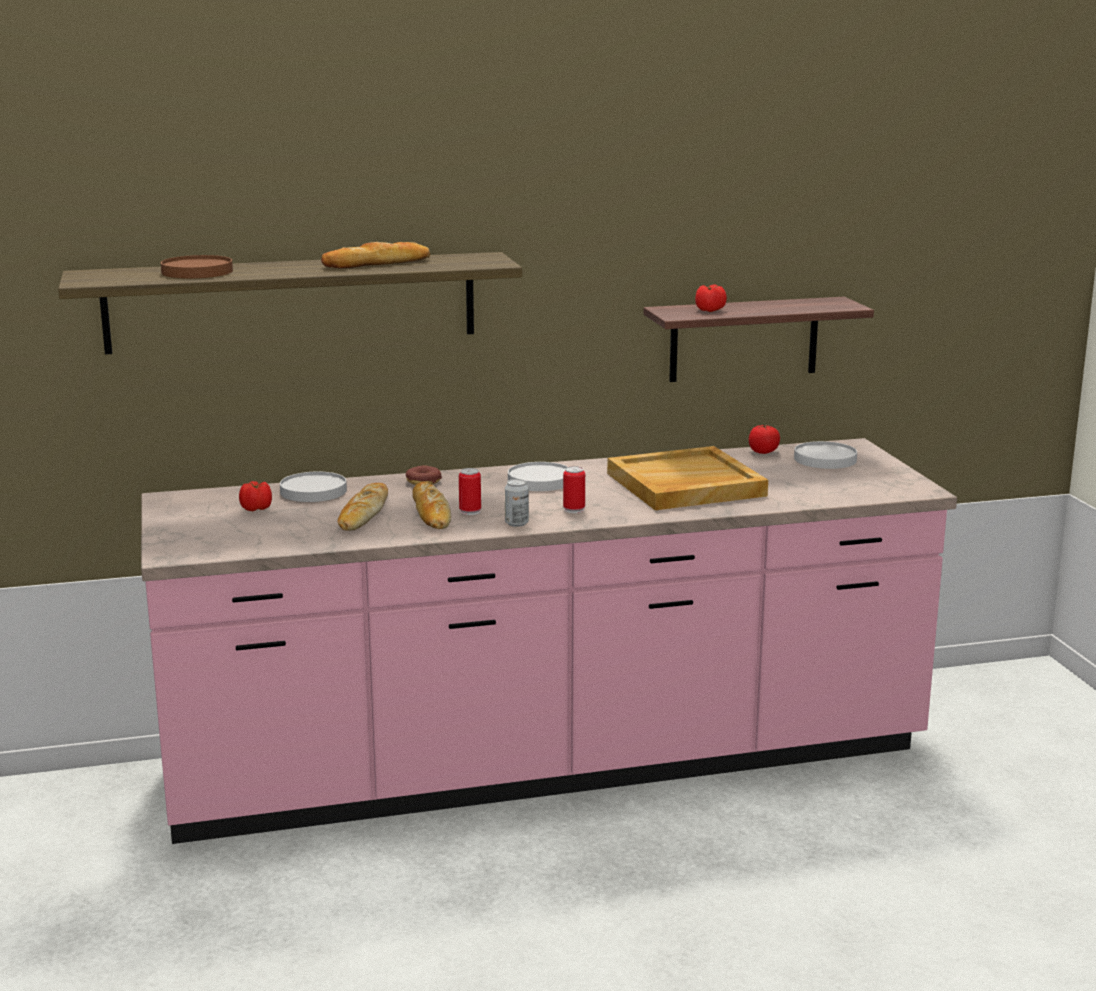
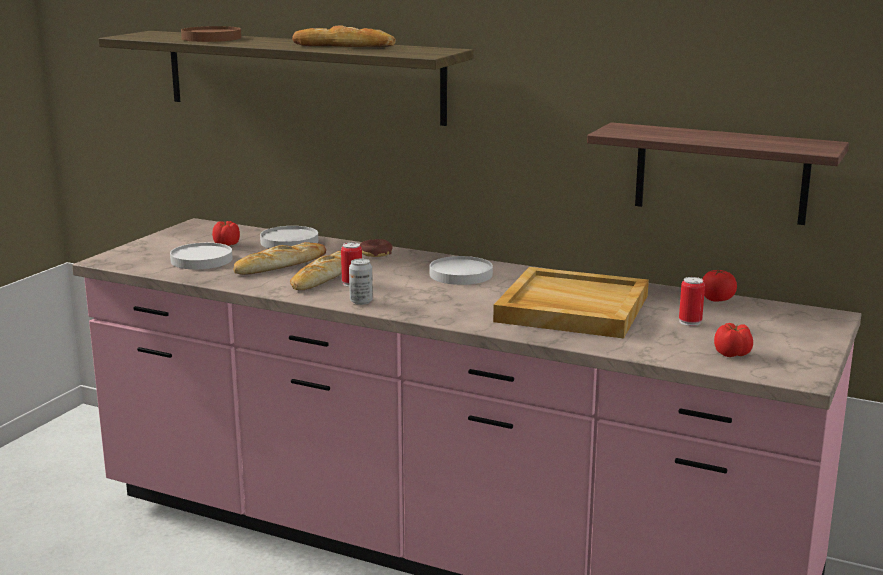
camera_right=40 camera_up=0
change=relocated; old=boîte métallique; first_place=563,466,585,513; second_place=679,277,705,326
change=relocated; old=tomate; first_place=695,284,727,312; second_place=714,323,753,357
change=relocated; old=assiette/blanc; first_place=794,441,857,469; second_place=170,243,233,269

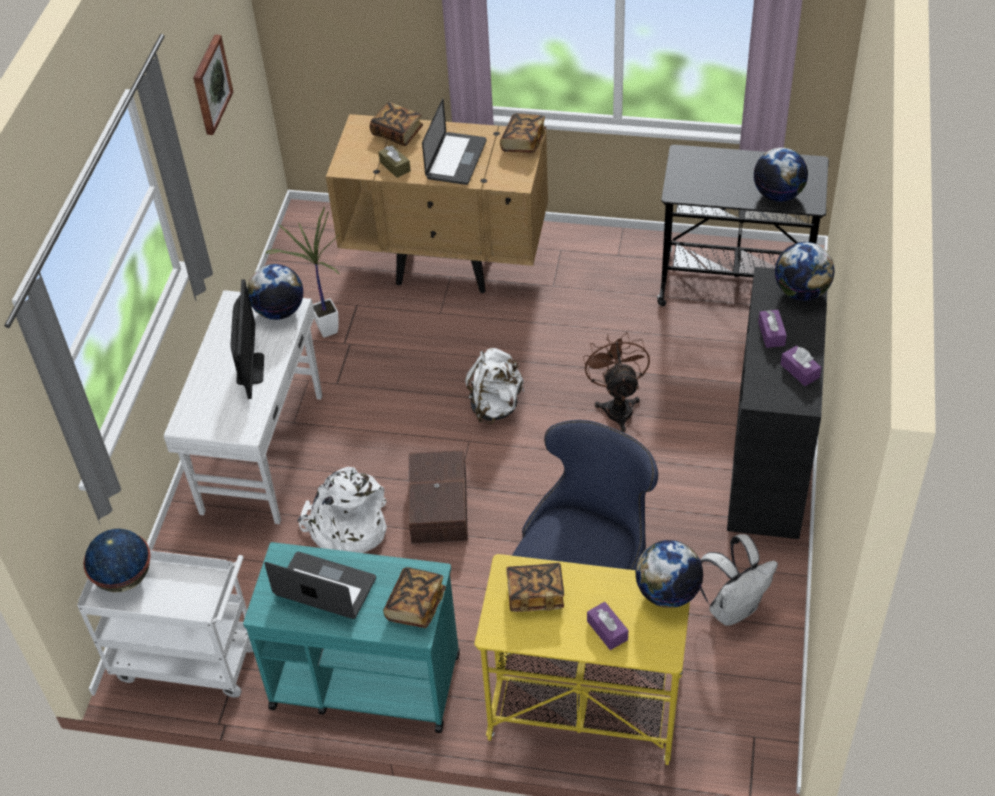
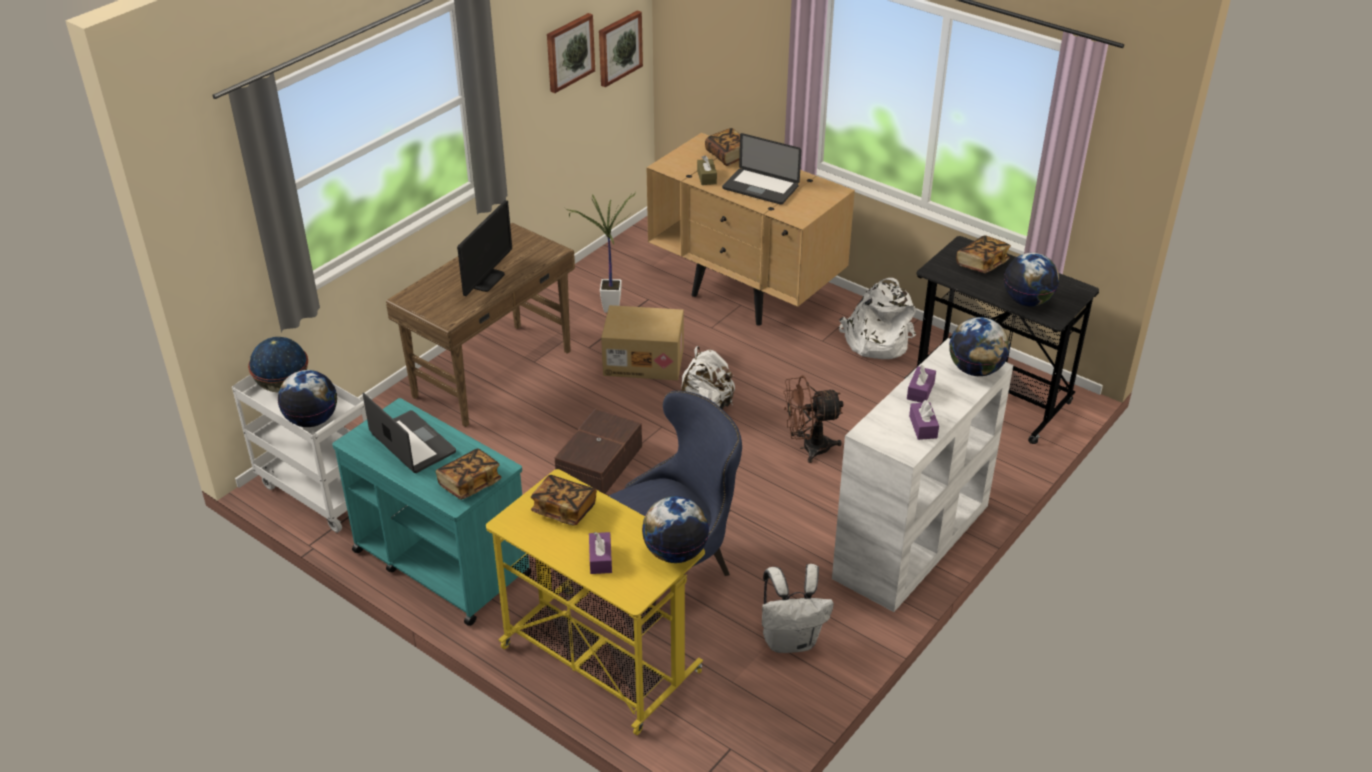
camera_right=25 camera_up=-10
change=colour; old=table console/blanc; new=table console/marron; first_place=164,290,322,524; second_place=386,223,575,427
change=relocated; old=globe; first_place=247,264,303,320; second_place=278,370,337,427
change=relocated; old=sac à dos/blanc; first_place=298,467,387,553; second_place=839,278,916,359
change=spun; old=ordinateur portable; first_place=422,98,487,185; second_place=722,133,801,205; degrees=75
change=relocated; old=livre; first_place=500,113,546,153; second_place=956,235,1011,273
change=spun; old=ventilateur/marron; first_place=583,332,650,432; second_place=784,375,843,463; degrees=-120
change=colour; old=bibliothèque/noir; new=bibliothèque/blanc; first_place=727,267,827,539; second_place=832,338,1013,612
change=appeared; new=tableau; second_place=599,10,643,87
change=appeared; new=carton; second_place=601,305,684,380

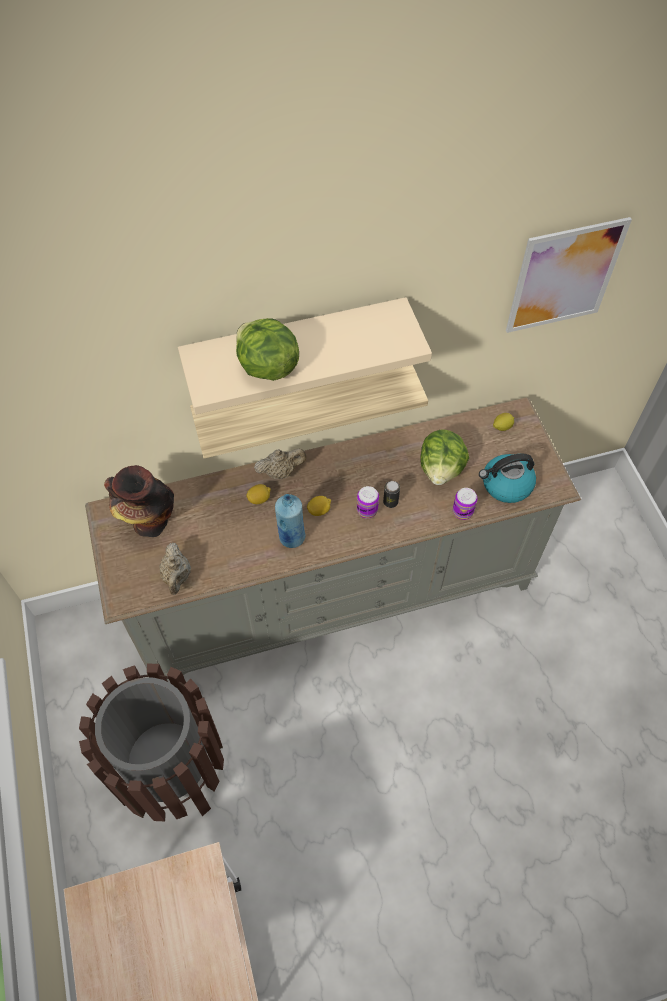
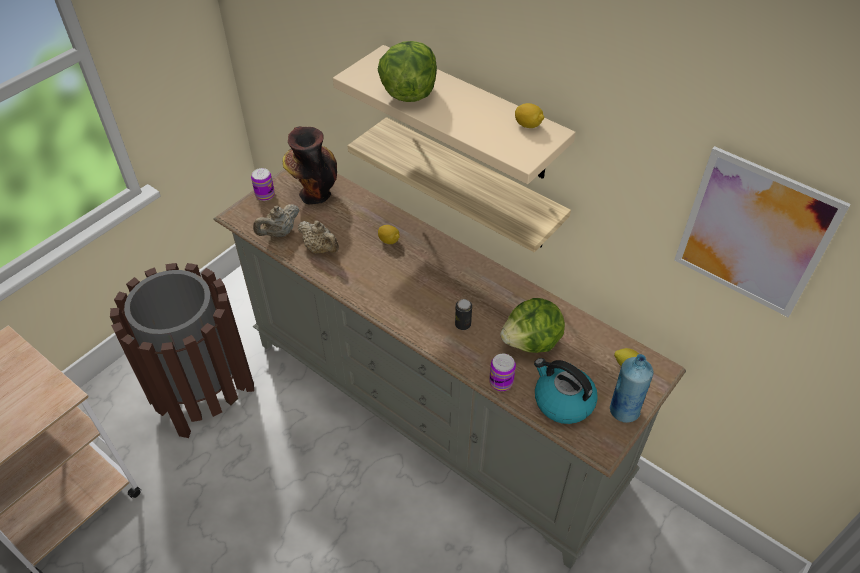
camera_right=55 camera_up=-10
change=relocated; old=théière/beige; first_place=254,448,306,479; second_place=298,220,339,253
change=relocated; old=bouteille/bleu; first_place=275,494,305,548; second_place=610,354,653,423
change=relocated; old=citron; first_place=307,496,331,516; second_place=515,103,545,128
change=relocated; old=boîte métallique; first_place=357,486,379,518; second_place=251,168,275,201

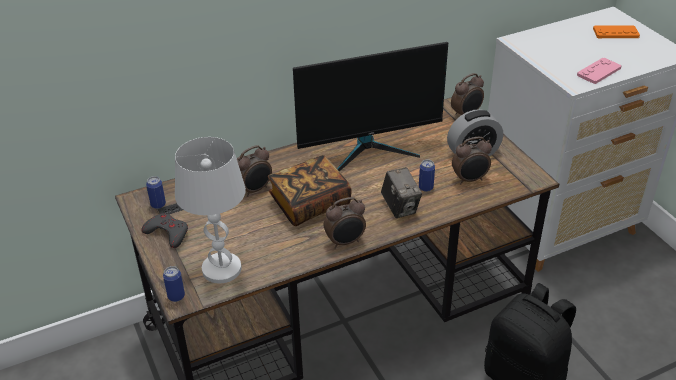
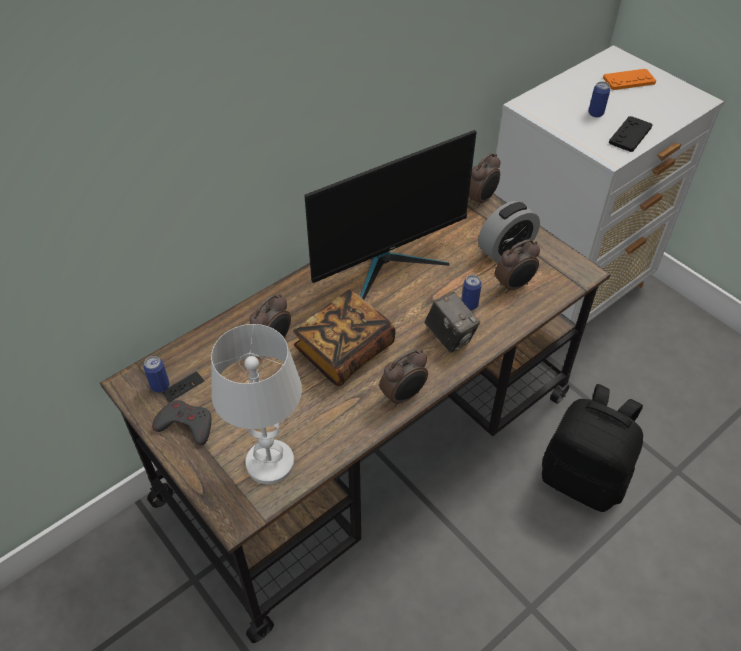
camera_right=-15 camera_up=10
change=relocated; old=boîte métallique; first_place=163,266,185,302; second_place=588,81,610,117
change=colour; old=manette/rose; new=manette/noir; first_place=577,58,621,84; second_place=609,116,652,152

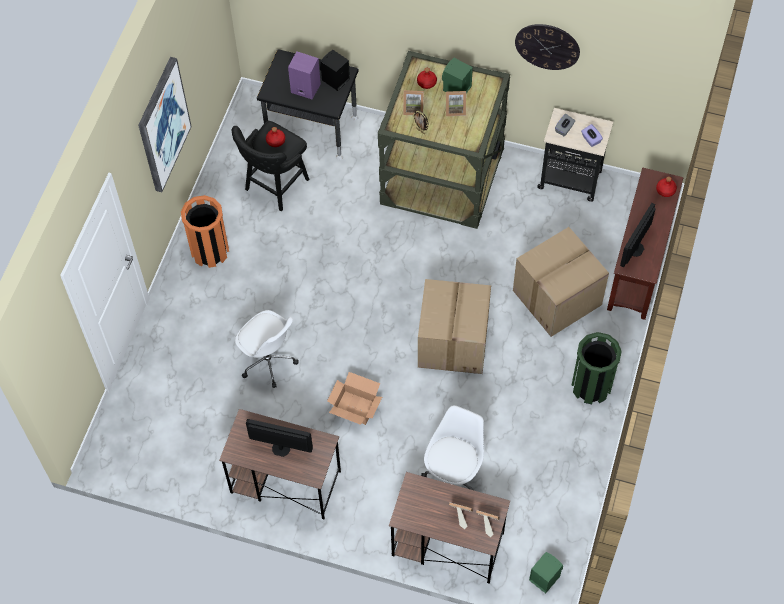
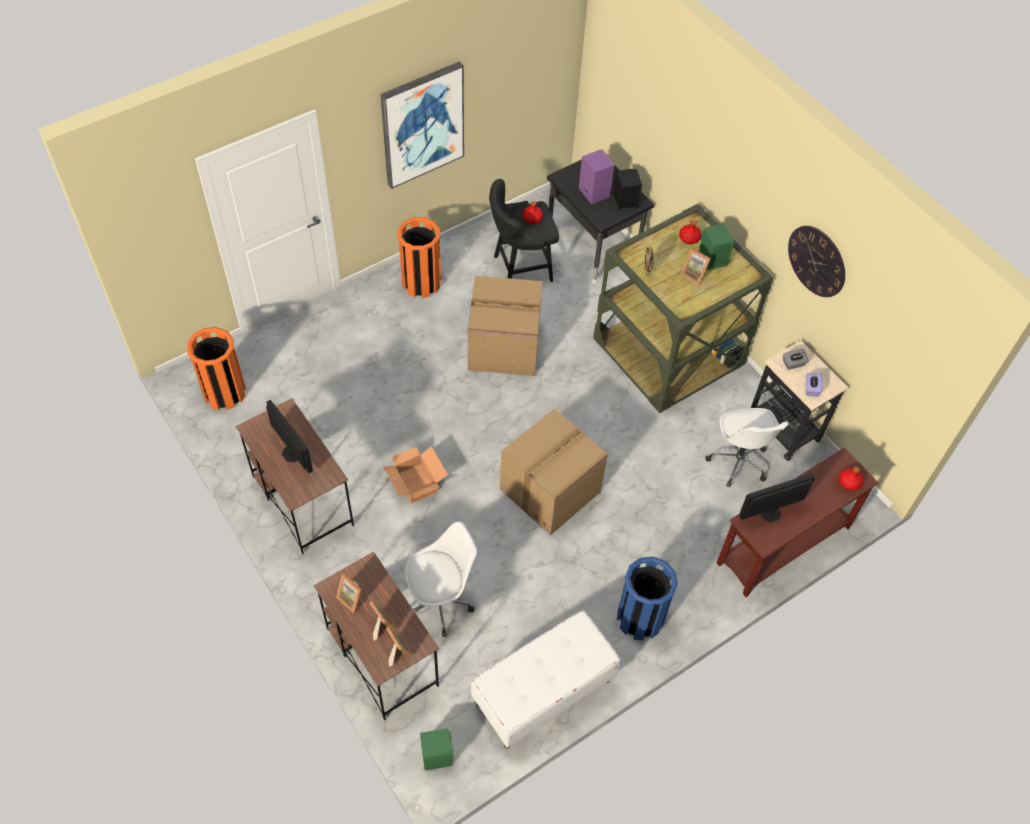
camera_right=35 camera_up=-5
change=relocated; old=chaise de bureau/blanc; first_place=235,310,299,388; second_place=705,408,789,487
change=relocated; old=cadre photo; first_place=403,90,424,115; second_place=336,573,362,613
change=relocated; old=carton; first_place=513,227,609,337; second_place=468,276,543,376
change=colour; old=poubelle/vert; new=poubelle/bleu; first_place=571,332,622,404; second_place=617,557,678,641
change=appeared; new=poubelle/orange; second_place=187,327,246,410
change=appeared; new=banc/blanc; second_place=471,610,621,749

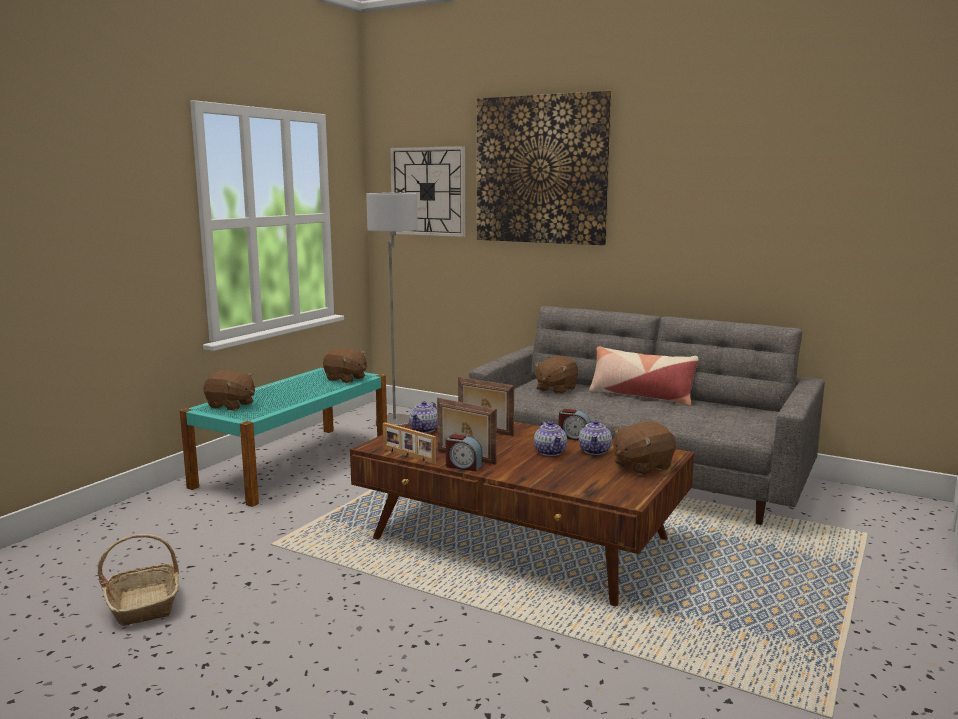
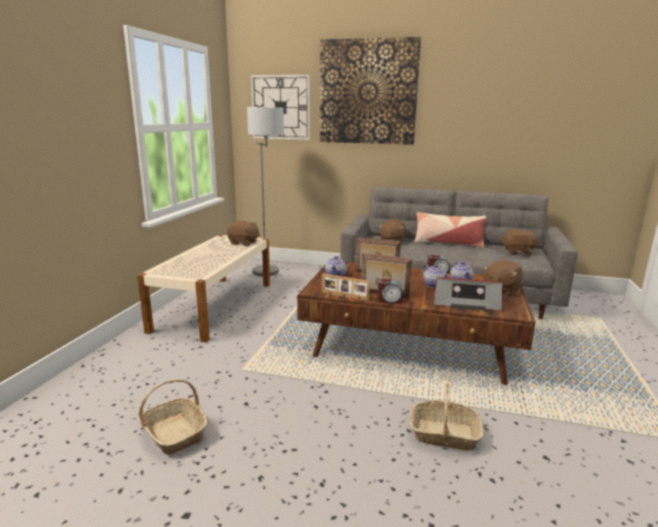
camera_right=-15 camera_up=5
change=colour; old=banc/turquoise; new=banc/beige; first_place=180,367,387,507; second_place=137,235,270,342
change=relocated; old=peluche/marron; first_place=203,370,255,410; second_place=502,229,539,256
change=appeared; new=panier; second_place=410,379,483,451
change=appeared; new=radio; second_place=433,277,503,311

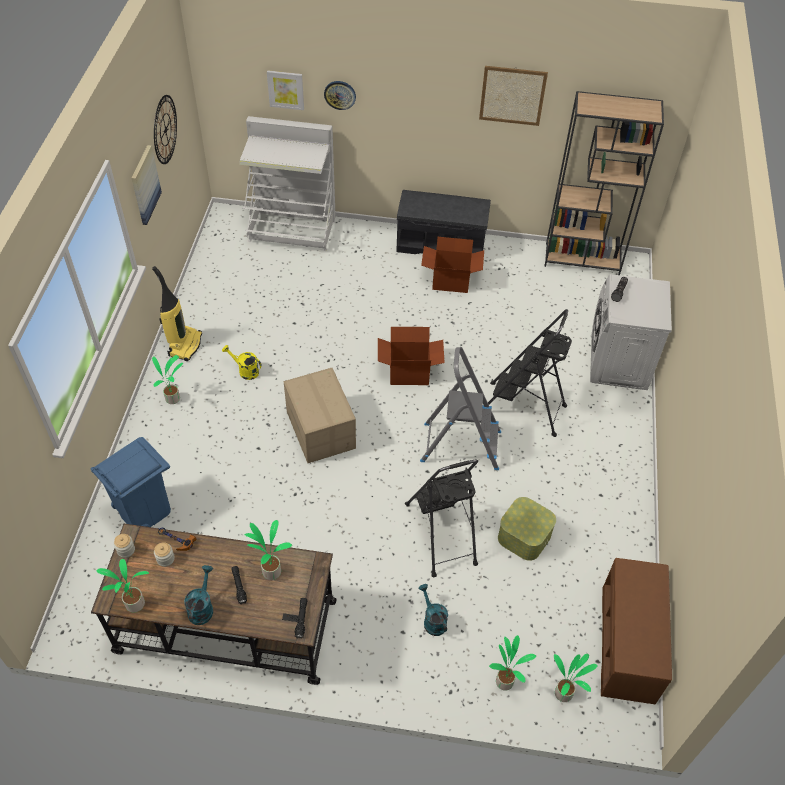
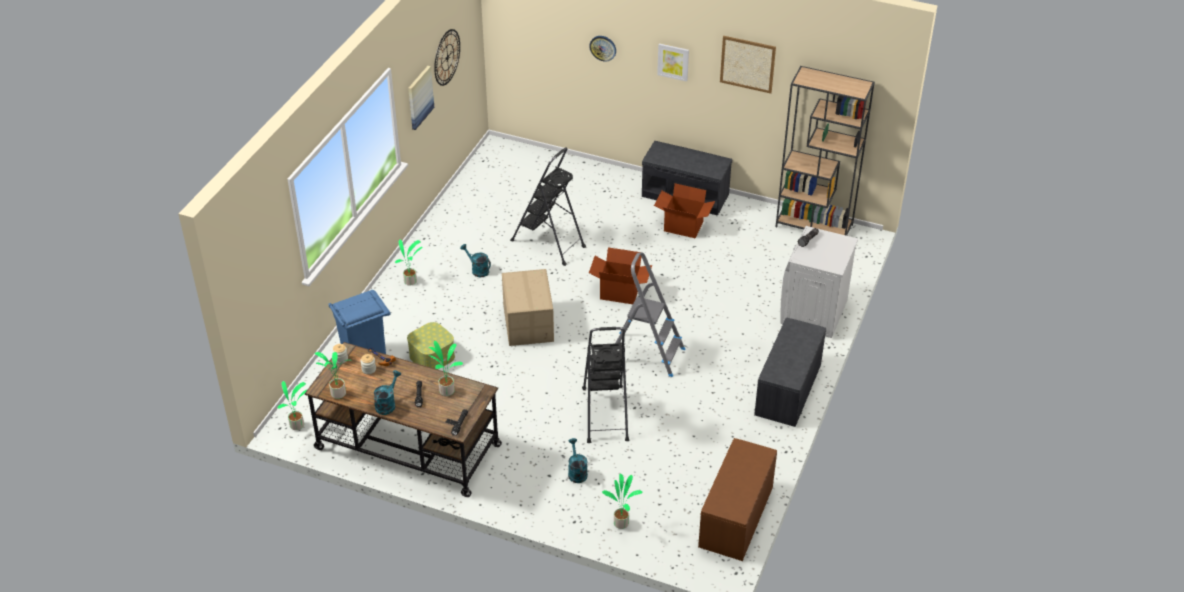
camera_right=15 camera_up=-10
change=missing; old=aspirateur; first_place=152,266,202,361
change=colour; old=arrosoir/jaune; new=arrosoir/turquoise; first_place=222,345,262,380; second_place=460,244,491,277
change=missing; old=étagère à chaussures/blanc; first_place=240,116,336,251
change=relocated; old=tableau; first_place=267,70,304,110; second_place=657,43,689,82
change=relocated; old=escabeau; first_place=488,309,572,437; second_place=510,147,586,266
change=relocated; old=boîte de rangement; first_place=498,497,556,561; second_place=407,322,455,370
change=relocated; old=plante en pot; first_place=554,654,598,702; second_place=277,381,307,430
change=appeared; new=banc/gris; second_place=754,318,826,427

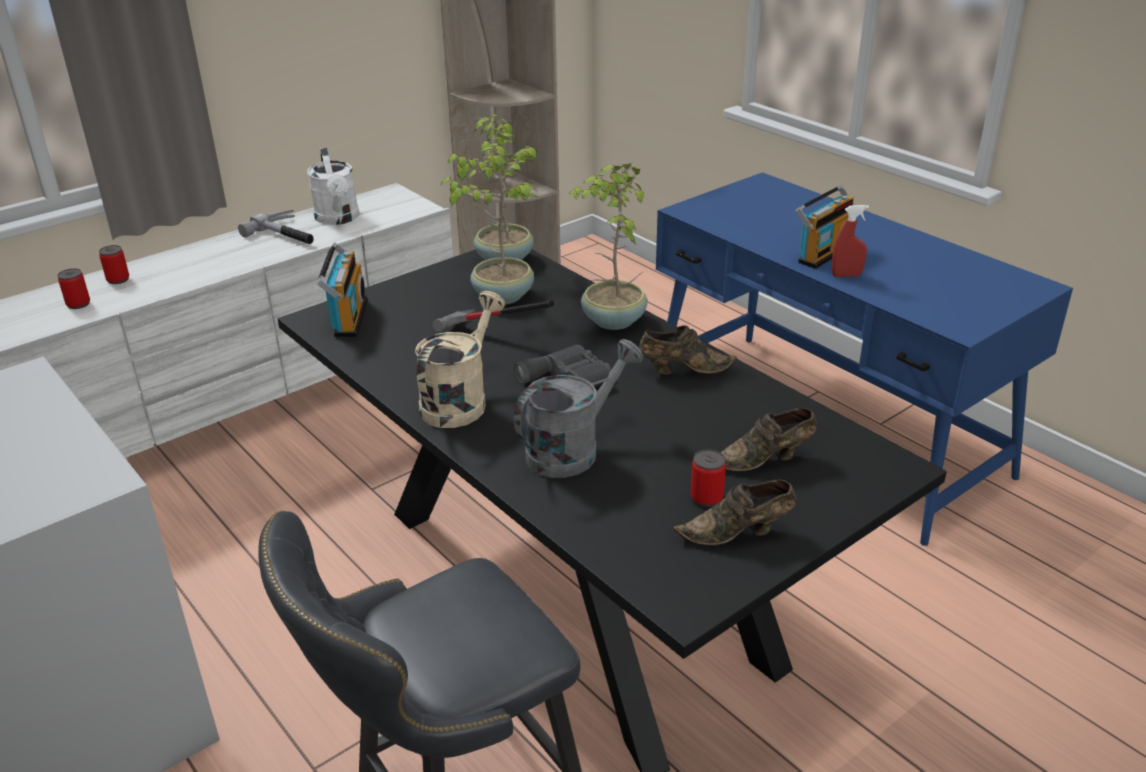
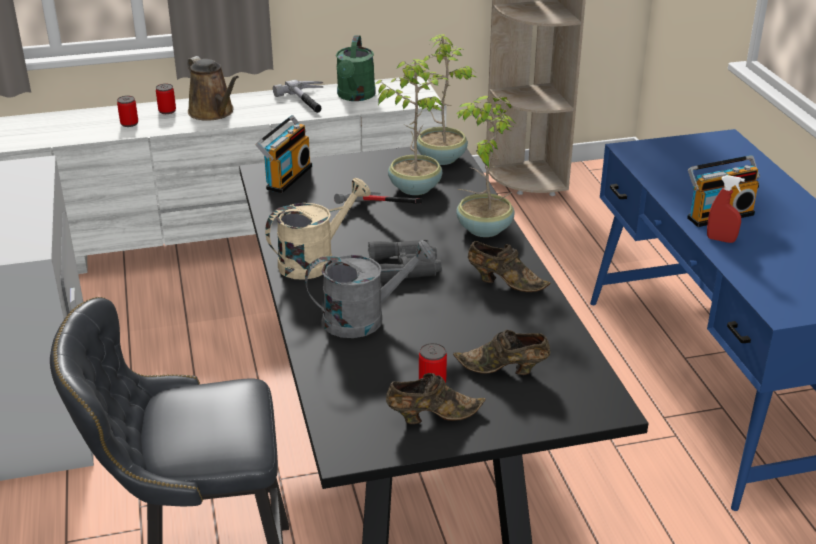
camera_right=25 camera_up=0
change=colour; old=arrosoir/blanc; new=arrosoir/vert; first_place=307,148,359,225; second_place=336,35,376,101
change=spun; old=chaussure/marron; first_place=674,479,796,545; second_place=386,373,486,424; degrees=150
change=appeared; new=arrosoir/marron; second_place=187,56,239,121

